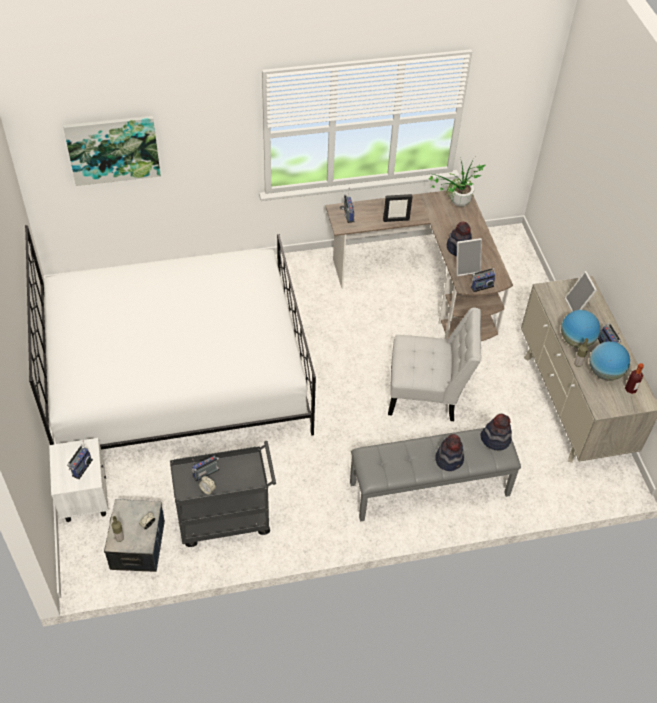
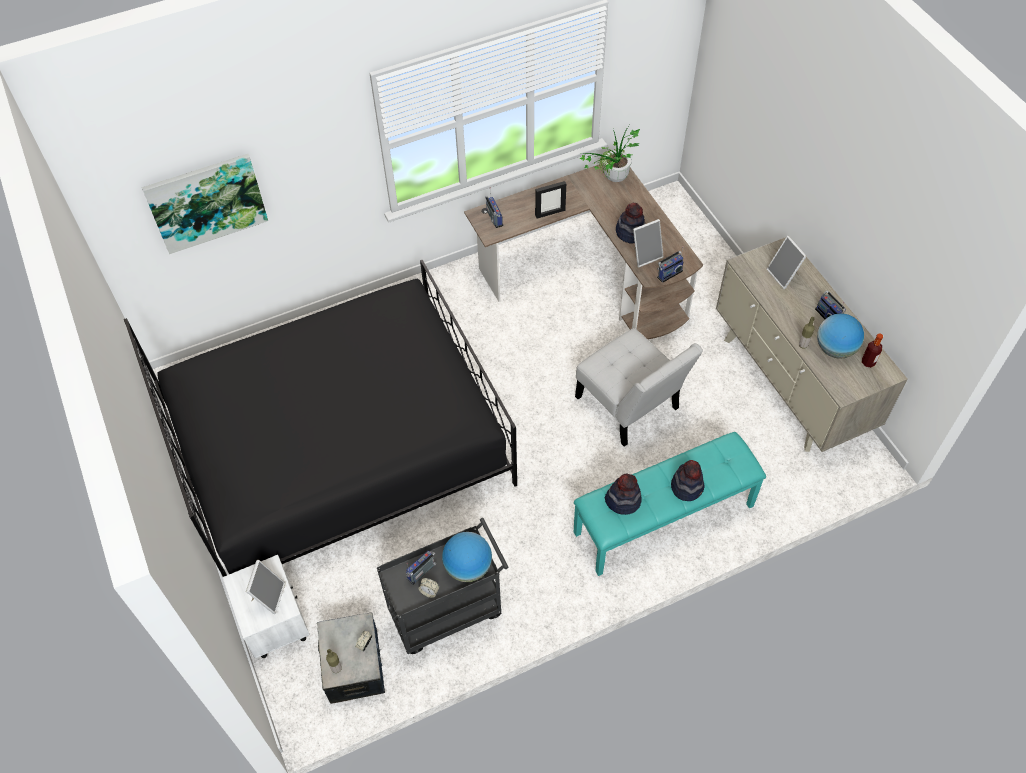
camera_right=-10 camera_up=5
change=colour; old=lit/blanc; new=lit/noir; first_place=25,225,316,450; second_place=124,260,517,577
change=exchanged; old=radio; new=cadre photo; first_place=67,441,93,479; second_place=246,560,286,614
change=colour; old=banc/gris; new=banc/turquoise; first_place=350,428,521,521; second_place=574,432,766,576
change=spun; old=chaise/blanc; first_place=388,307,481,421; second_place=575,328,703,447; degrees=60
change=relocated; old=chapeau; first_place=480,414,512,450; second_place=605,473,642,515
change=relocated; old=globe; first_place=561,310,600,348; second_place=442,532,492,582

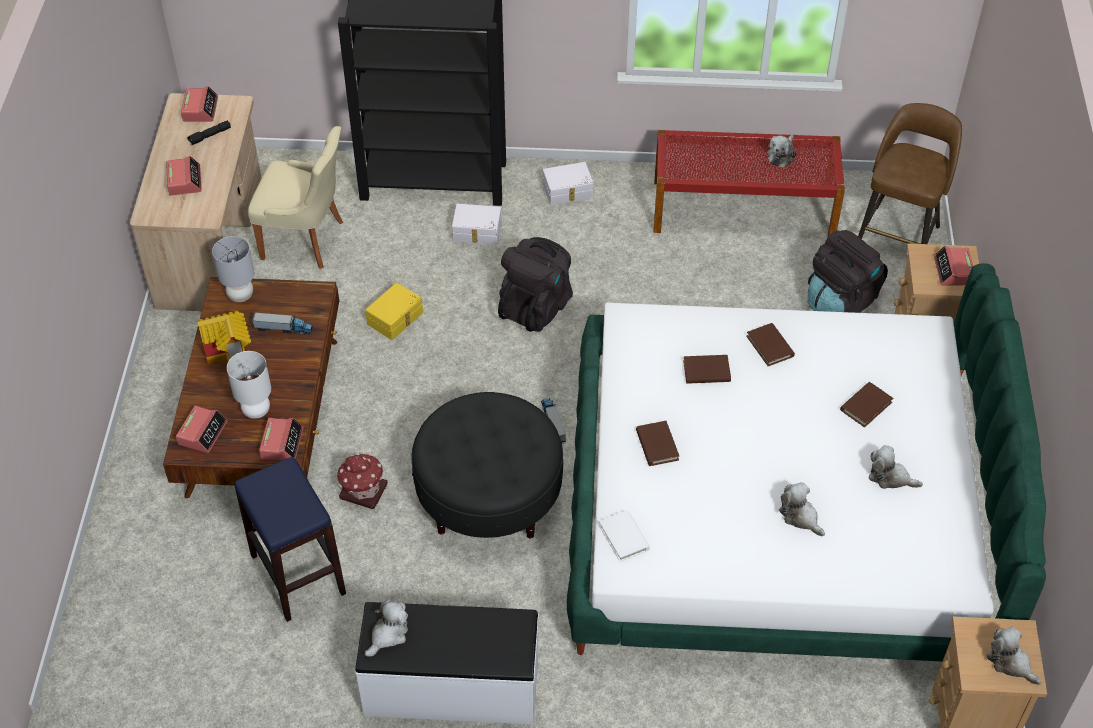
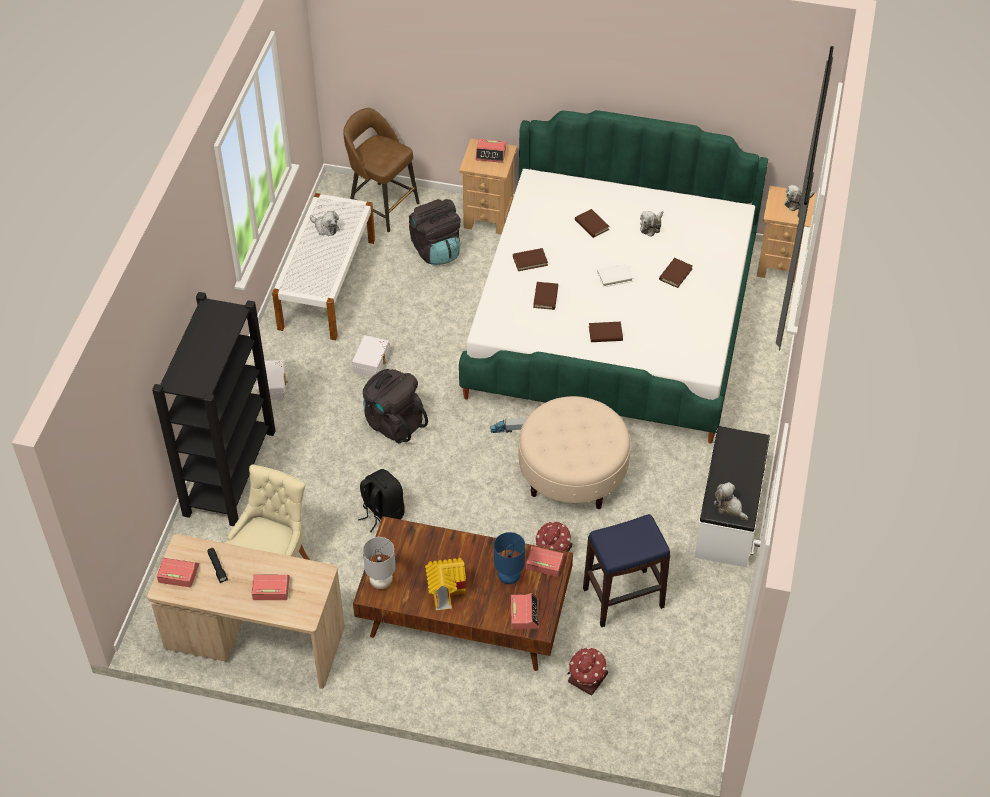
camera_right=-80 camera_up=0
change=spun; old=réveil; first_place=176,405,228,453; second_place=510,593,540,629; degrees=60
change=colour; old=lampe de table/blanc; new=lampe de table/bleu; first_place=227,351,271,419; second_place=494,532,525,584
change=missing; old=camion jouet; first_place=252,312,313,334
change=exchanged; old=boîte de rangement/jaune; new=sac à dos/noir; first_place=365,283,423,340; second_place=358,469,405,532
change=colour; old=pouf/noir; new=pouf/beige; first_place=411,392,563,539; second_place=518,396,631,509
change=relocated; old=boîte de rangement/blanc; first_place=452,204,502,245; second_place=352,335,390,377
change=relocated; old=livre/blanc; first_place=599,510,650,562; second_place=597,264,633,287
change=colour; old=banc/rouge; new=banc/blanc; first_place=654,130,845,236; second_place=272,193,375,340
change=exchanged; old=peluche; new=livre/marron; first_place=779,482,825,536; second_place=659,258,693,288
change=appeared; new=maison miniature; second_place=568,647,608,696

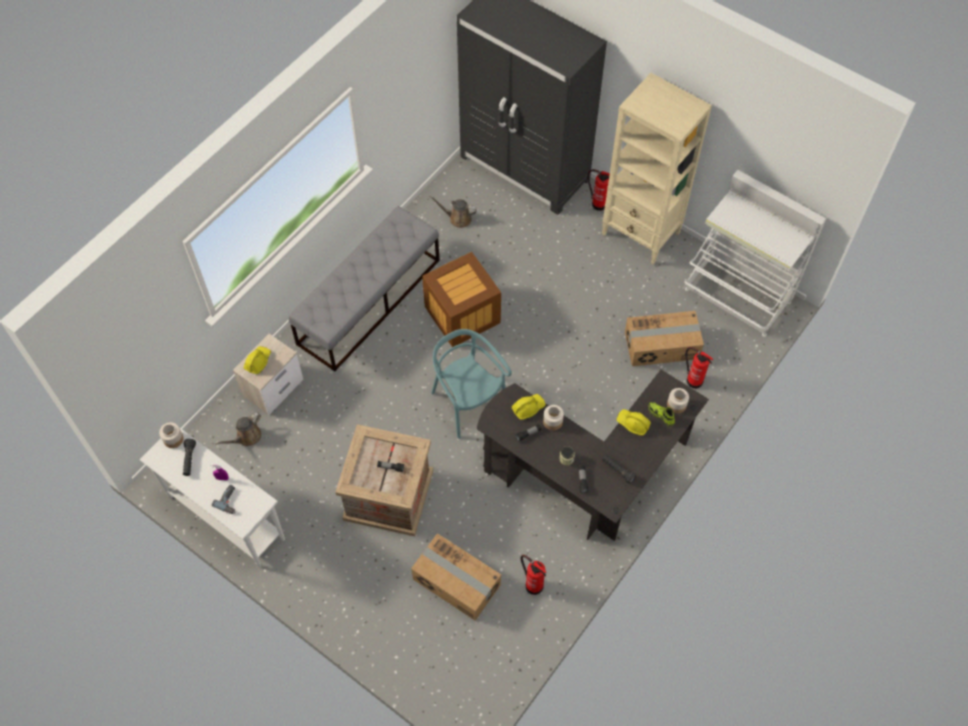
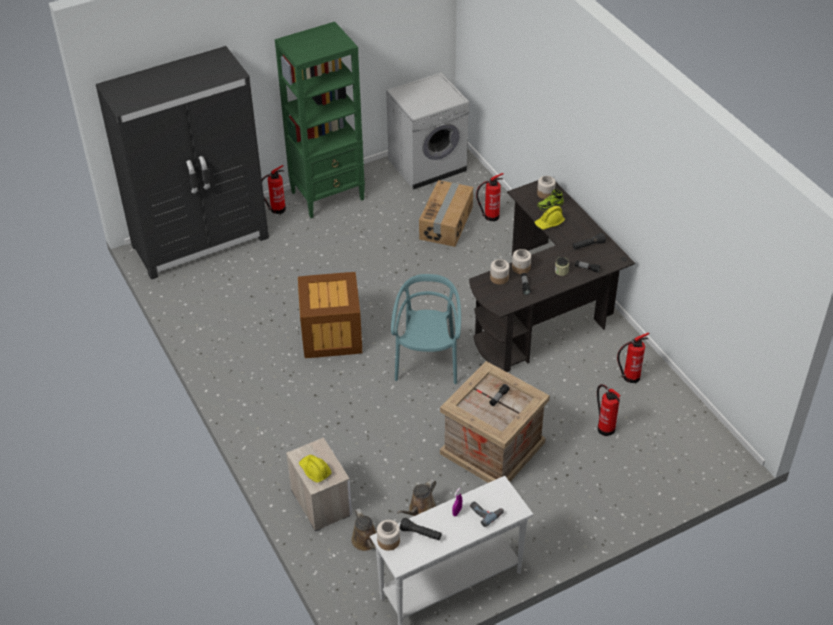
camera_right=-65 camera_up=-15
change=missing; old=banc/gris; first_place=288,206,440,372
change=exchanged; old=carton; new=extincteur; first_place=411,533,501,621; second_place=597,384,621,436
change=relocated; old=arrosoir/marron; first_place=429,195,477,228; second_place=397,479,436,516
change=spun; old=chaise/turquoise; first_place=431,329,512,439; second_place=391,274,461,384; degrees=105
change=exchanged; old=casque de chantier/jaune; new=bocal; first_place=512,394,546,420; second_place=490,259,509,285
change=colour; old=bibliothèque/beige; new=bibliothèque/vert; first_place=602,73,712,265; second_place=275,22,365,218
change=exchanged; old=étagère à chaussures/blanc; new=lave-linge/blanc; first_place=684,170,826,337; second_place=386,73,470,190

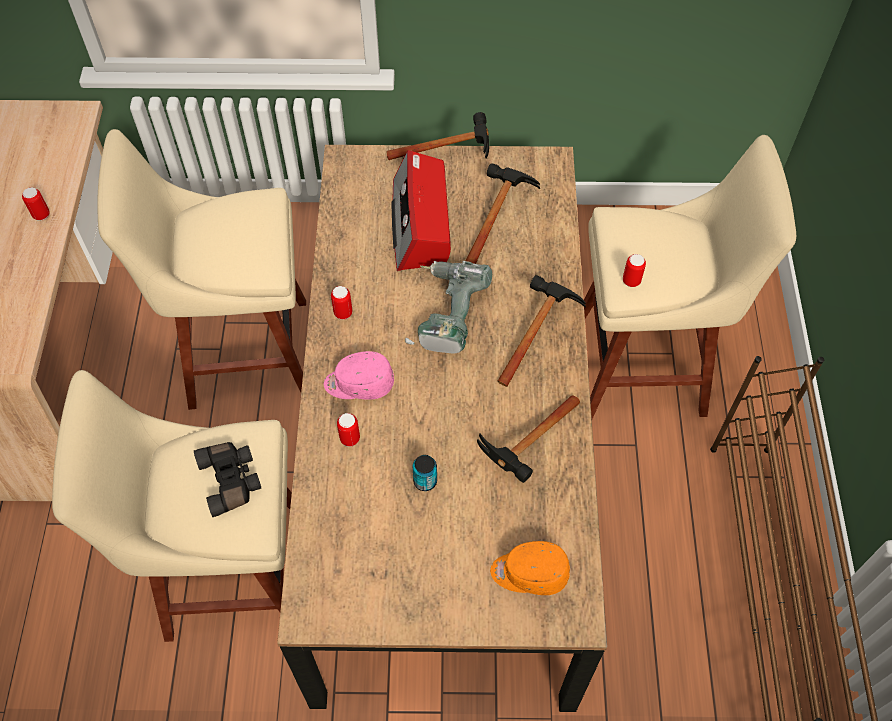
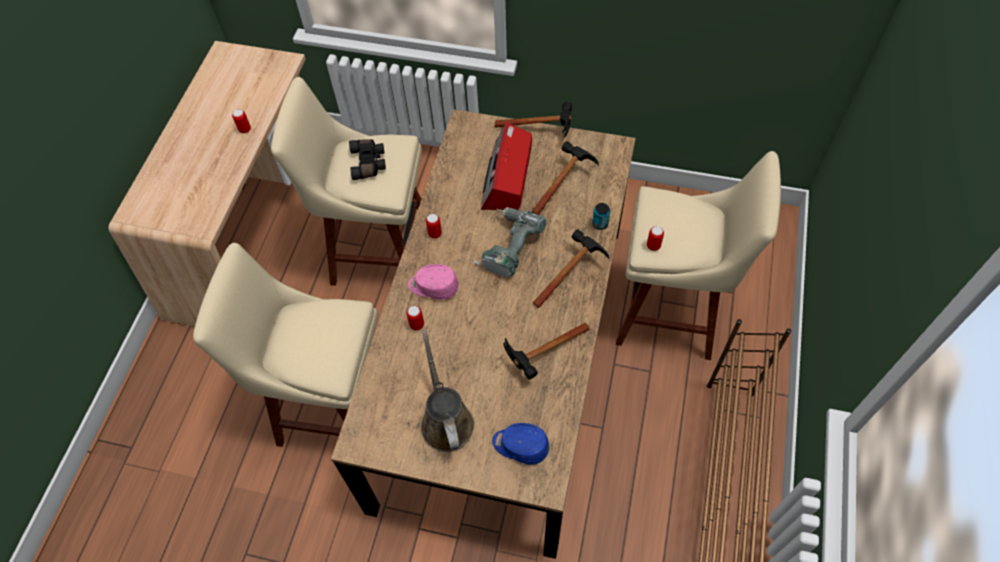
camera_right=15 camera_up=0
change=relocated; old=jumelles/noir; first_place=194,442,261,517; second_place=349,139,386,180
change=relocated; old=boîte métallique; first_place=412,455,437,491; second_place=592,203,610,230
change=colour; old=casquette/orange; new=casquette/bleu; first_place=490,541,570,595; second_place=492,423,549,465
change=appeared; new=arrosoir/marron; second_place=421,329,475,452

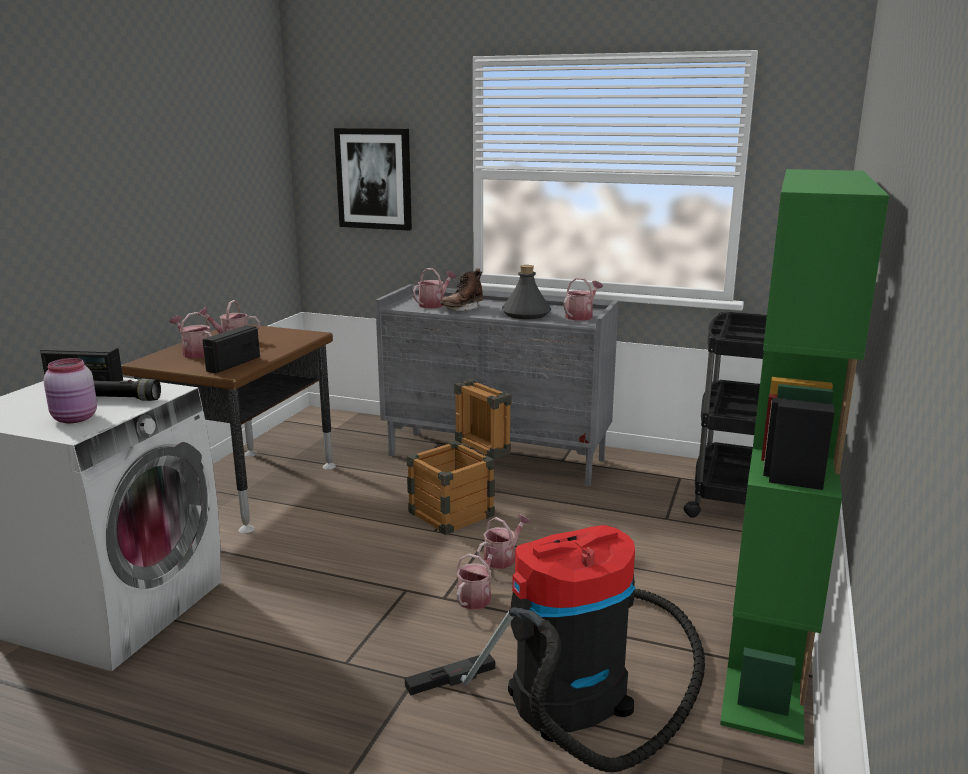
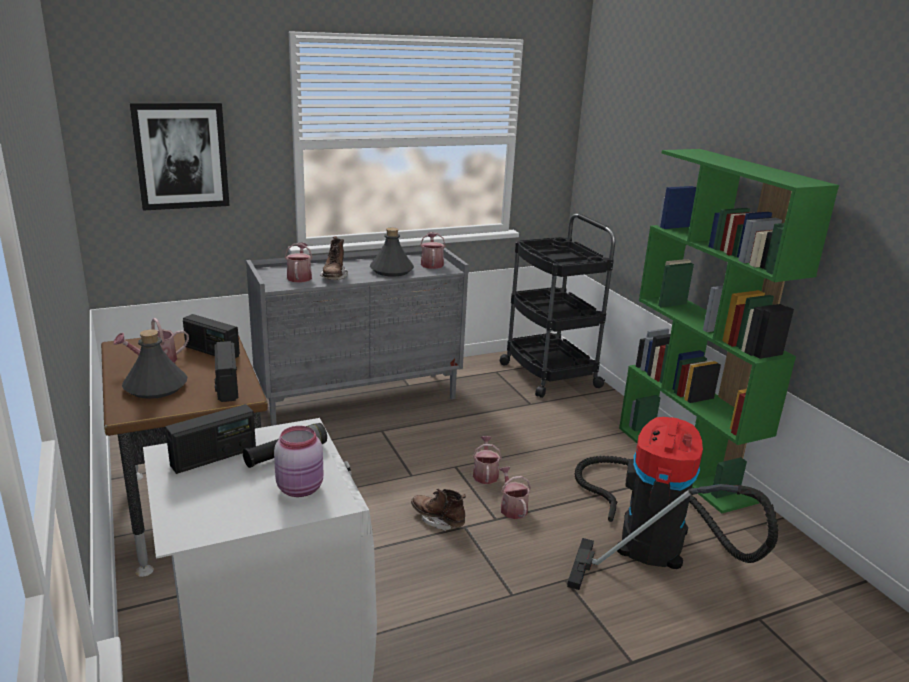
camera_right=-45 camera_up=5
change=exchanged; old=arrosoir; new=bouteille/gris; first_place=169,312,212,358; second_place=122,329,187,399
change=missing; old=caisse; first_place=407,379,511,535
change=appeared; new=radio; second_place=183,314,240,358
change=appeared; new=botte/marron; second_place=411,489,466,531

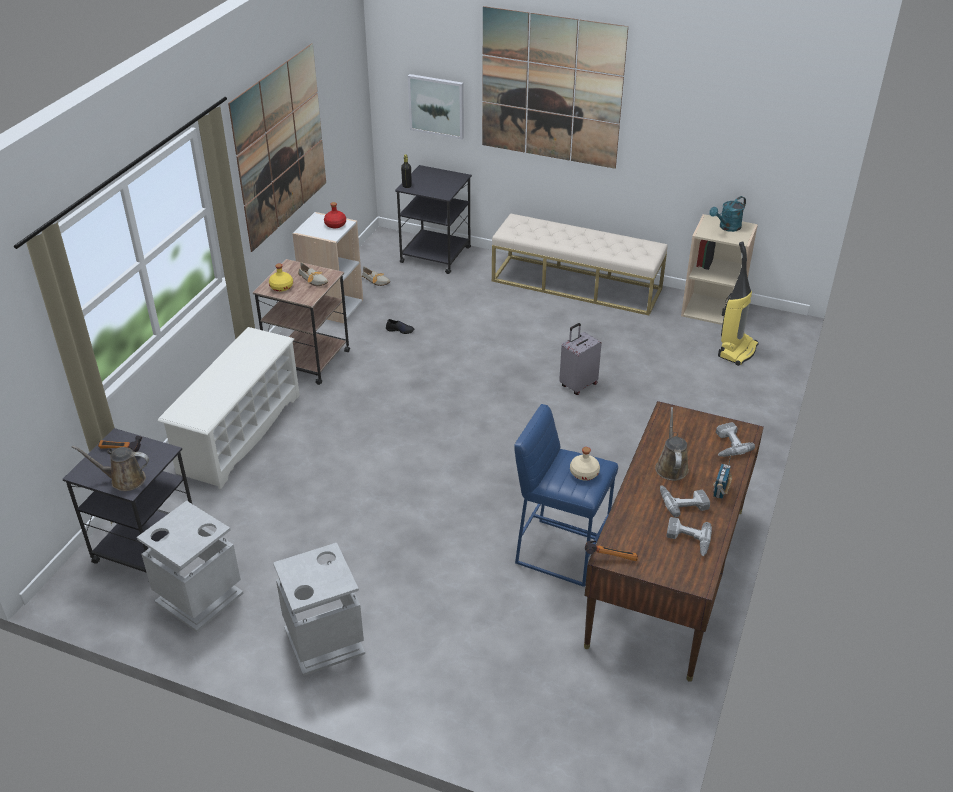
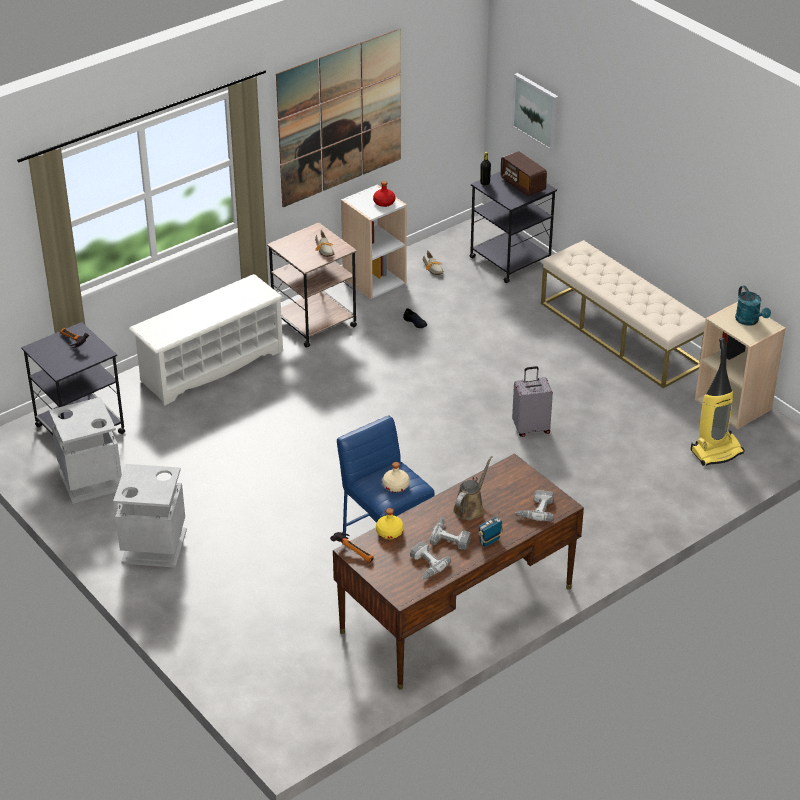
camera_right=30 camera_up=0
change=missing; old=arrosoir/marron; first_place=71,445,149,491
change=relocated; old=bouteille/jaune; first_place=269,263,293,291; second_place=376,508,404,539
change=missing; old=tableau; first_place=482,6,628,169
change=spun; old=arrosoir/turquoise; first_place=709,196,746,232; second_place=735,285,771,326; degrees=-105
change=appeared; new=radio; second_place=500,151,547,196

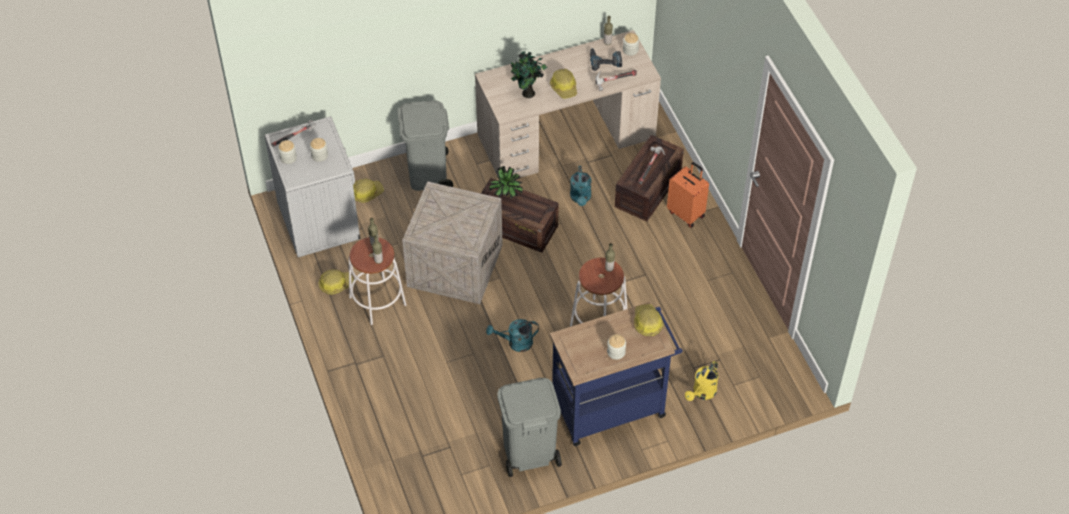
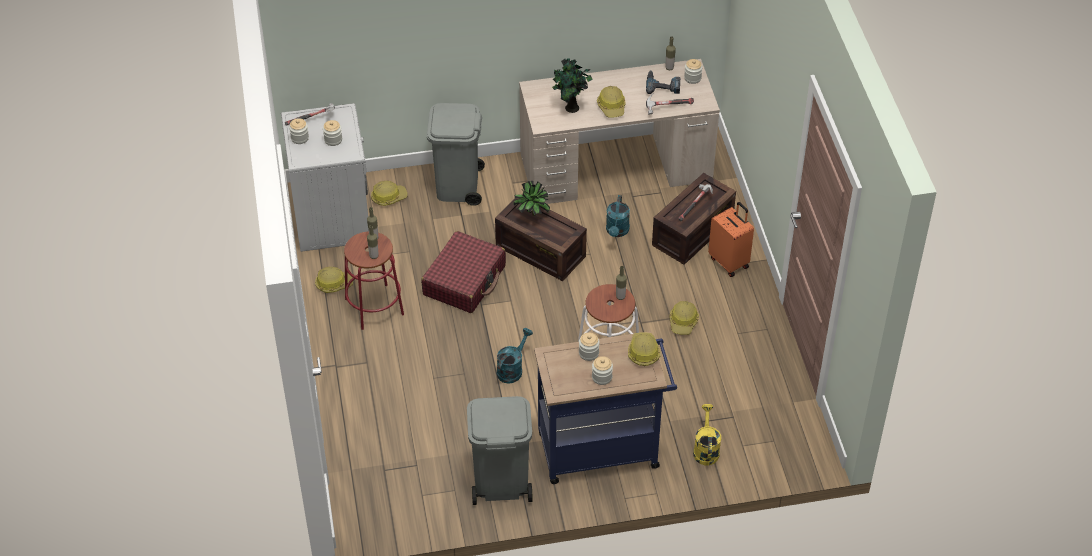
camera_right=10 camera_up=-5
change=colour; old=tabouret/blanc; new=tabouret/rouge; first_place=349,237,406,325; second_place=344,231,404,330
change=exchanged; old=caisse; new=valise/rouge; first_place=402,181,503,304; second_place=421,231,506,313
change=spun; old=arrosoir/turquoise; first_place=486,319,539,352; second_place=497,328,533,384; degrees=120
change=spun; old=arrosoir/jaune; first_place=685,361,719,401; second_place=693,404,721,466; degrees=135
change=appeared; new=bocal; second_place=579,332,600,361
change=appeared; new=casque de chantier; second_place=670,301,699,335

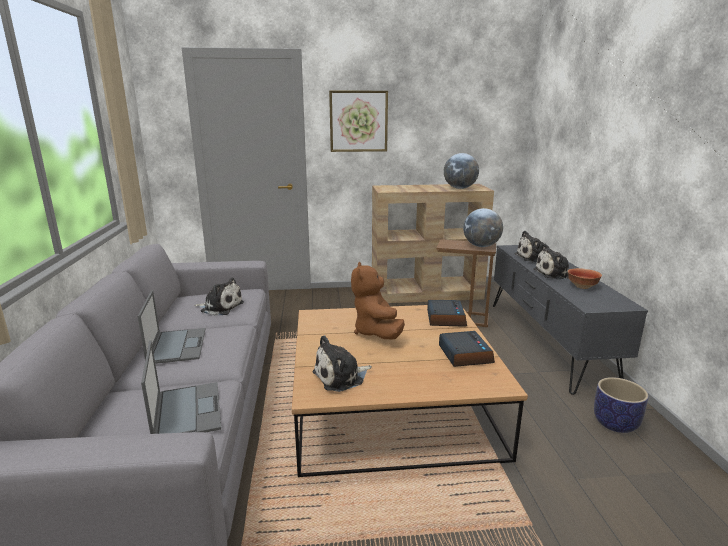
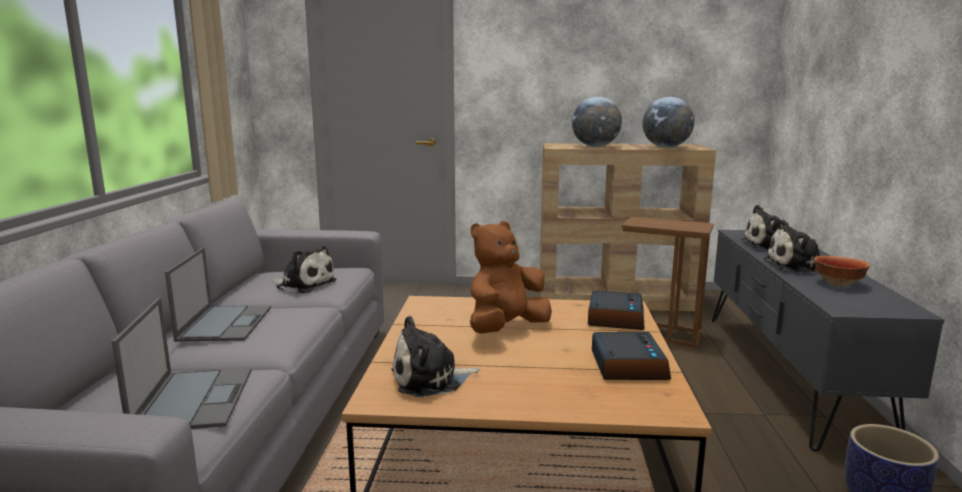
camera_right=10 camera_up=-5
change=missing; old=tableau; first_place=329,91,388,152
change=spun; old=peluche/marron; first_place=351,262,405,339; second_place=470,221,552,334; degrees=45
change=relocated; old=globe; first_place=463,208,503,247; second_place=572,97,622,147

